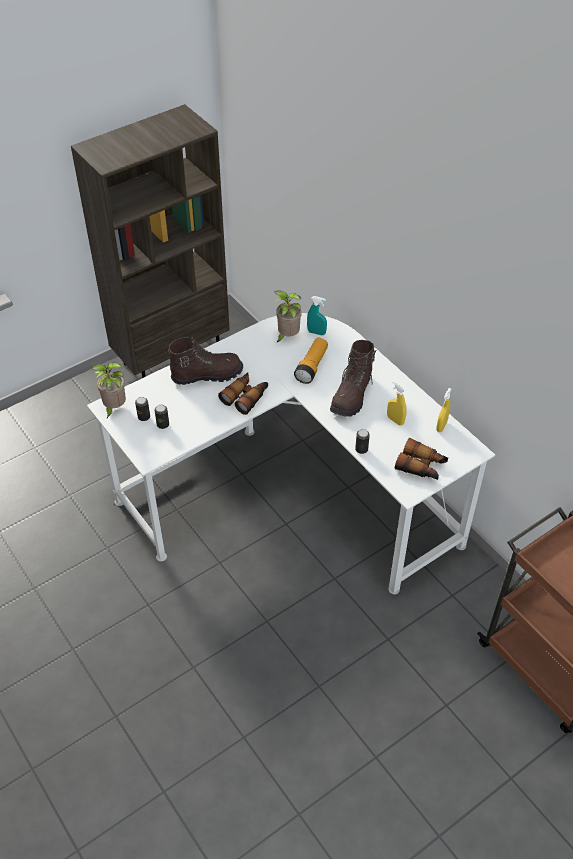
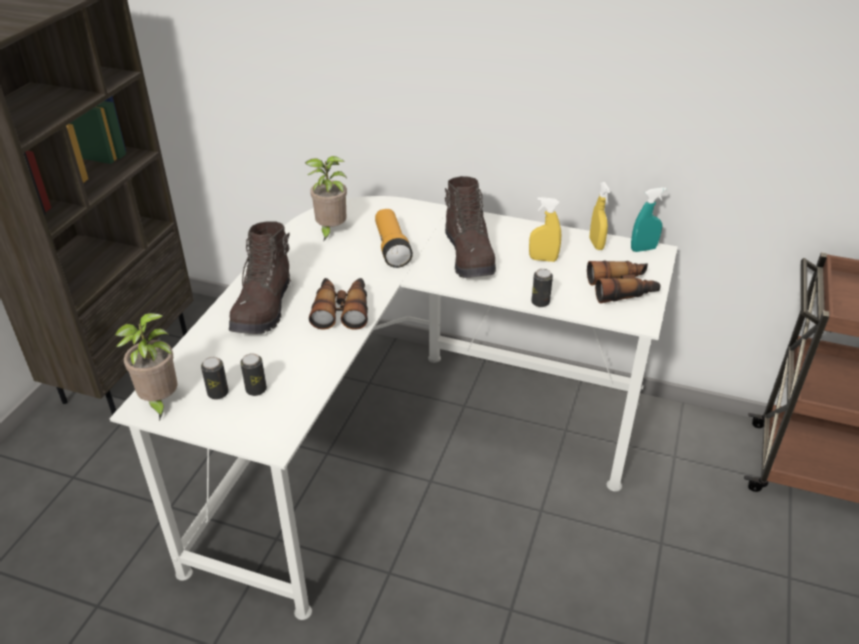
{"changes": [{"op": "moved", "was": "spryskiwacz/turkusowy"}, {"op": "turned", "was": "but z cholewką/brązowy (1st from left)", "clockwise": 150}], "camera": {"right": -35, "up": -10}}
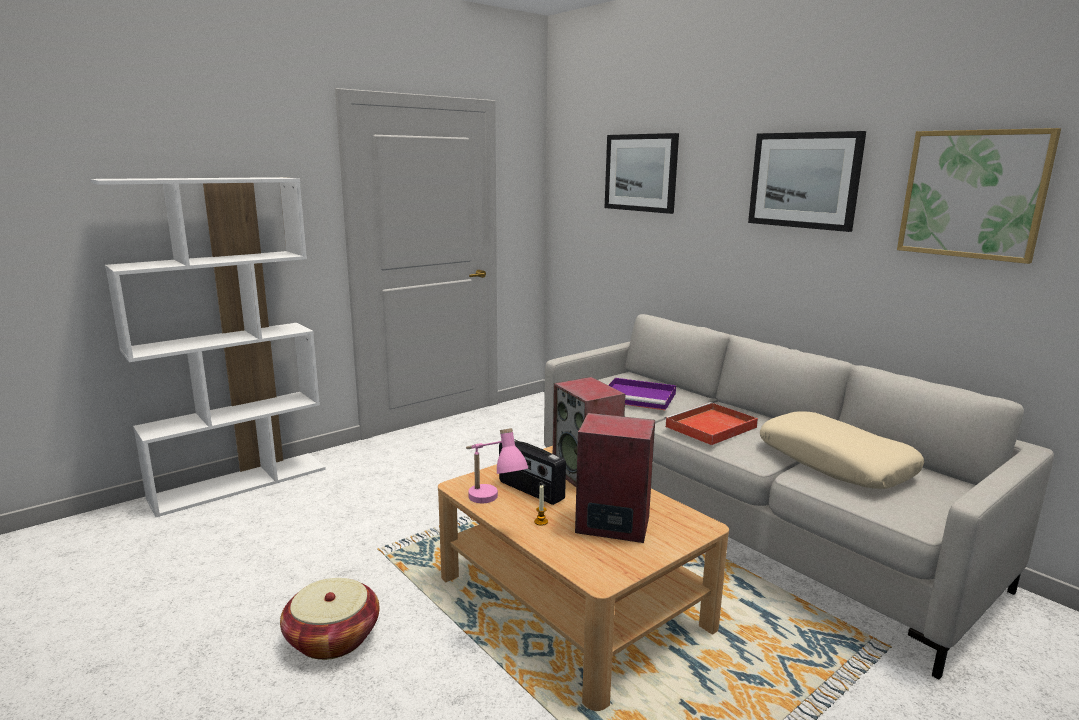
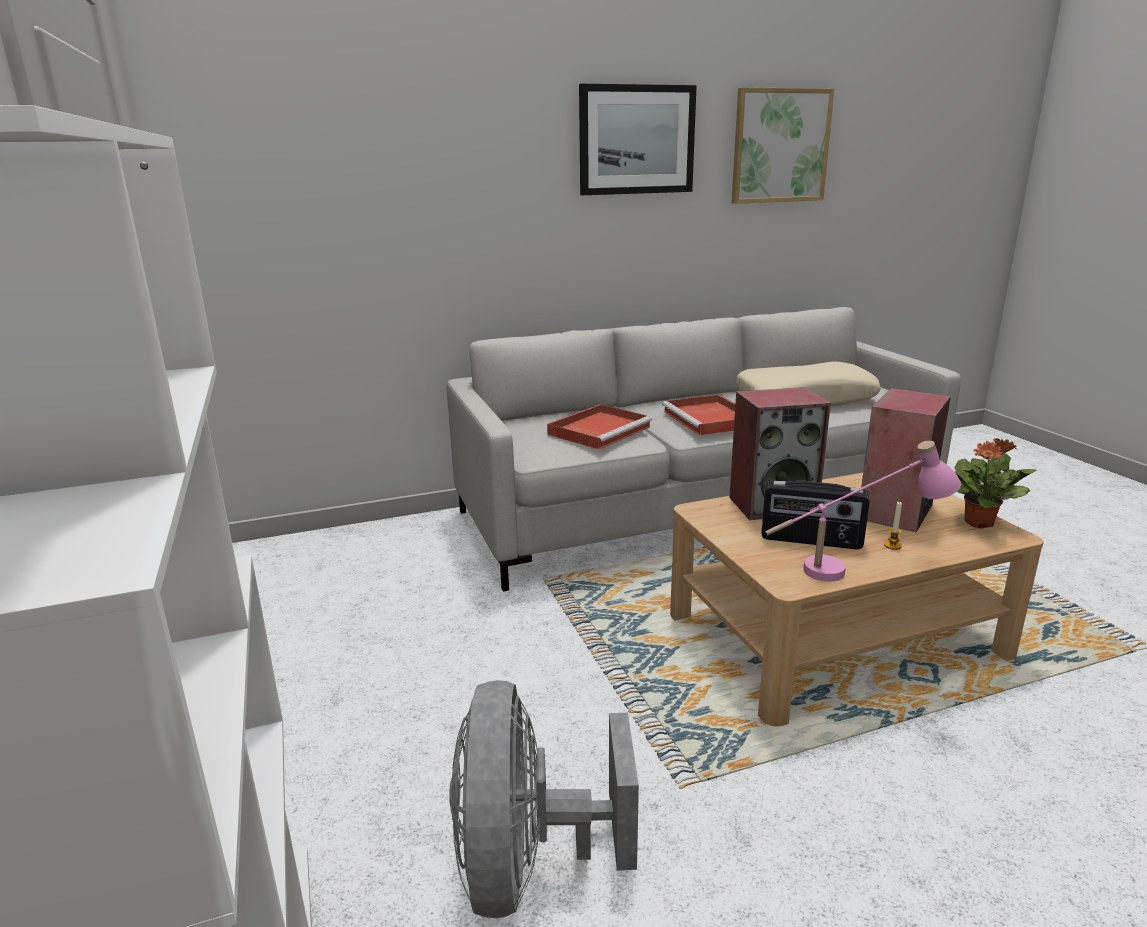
{"changes": [{"op": "removed", "was": "obraz (1st from left)"}, {"op": "recoloured", "was": "taca/fioletowy", "now": "taca/czerwony (1st from left)"}, {"op": "turned", "was": "radio", "clockwise": 45}, {"op": "removed", "was": "koszyk"}, {"op": "added", "now": "roślina doniczkowa"}, {"op": "added", "now": "wentylator/szary"}], "camera": {"right": -70, "up": 5}}
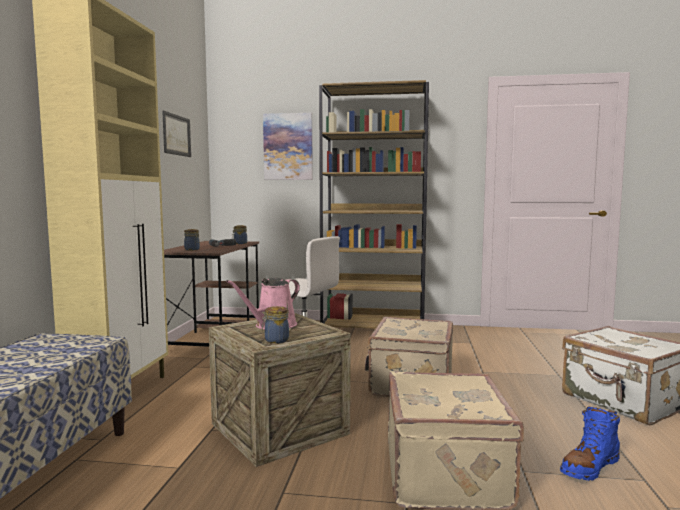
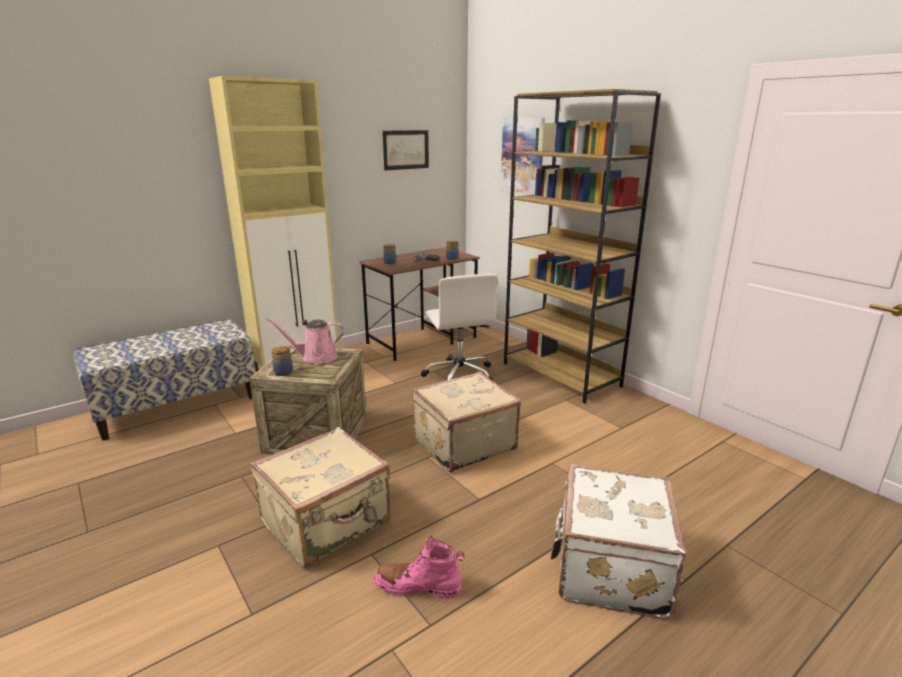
{"changes": [{"op": "recoloured", "was": "but z cholewką/niebieski", "now": "but z cholewką/różowy"}], "camera": {"right": 45, "up": 15}}
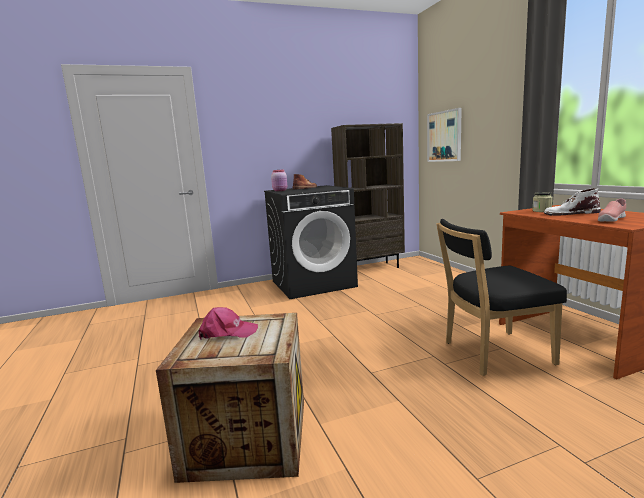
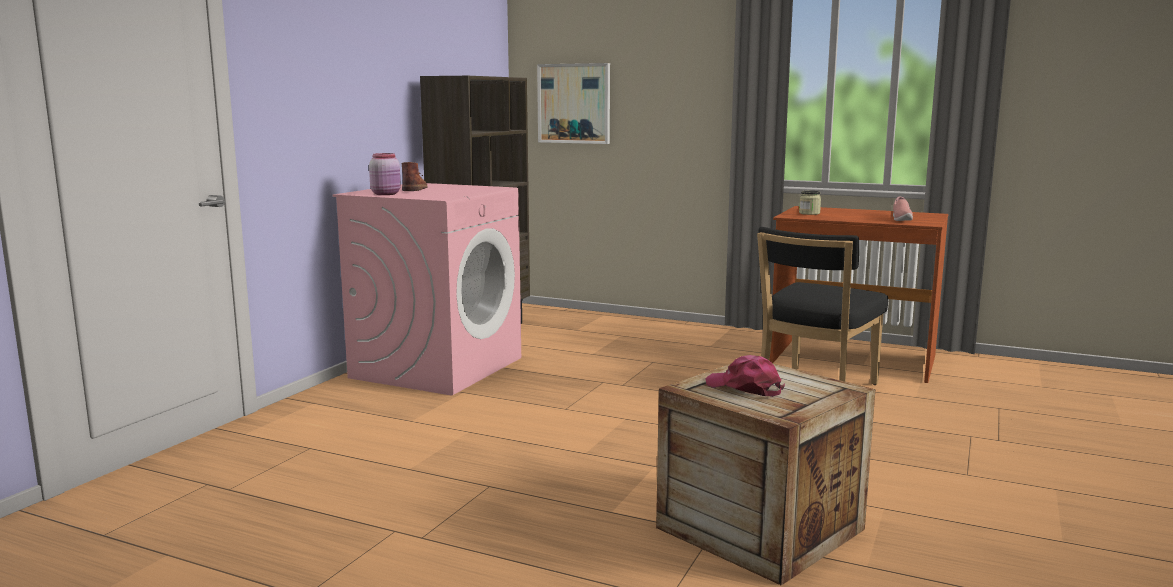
{"changes": [{"op": "recoloured", "was": "pralka/czarny", "now": "pralka/różowy"}, {"op": "removed", "was": "but z cholewką/biały"}, {"op": "turned", "was": "czapka z daszkiem/różowy", "clockwise": -90}], "camera": {"right": -45, "up": 0}}
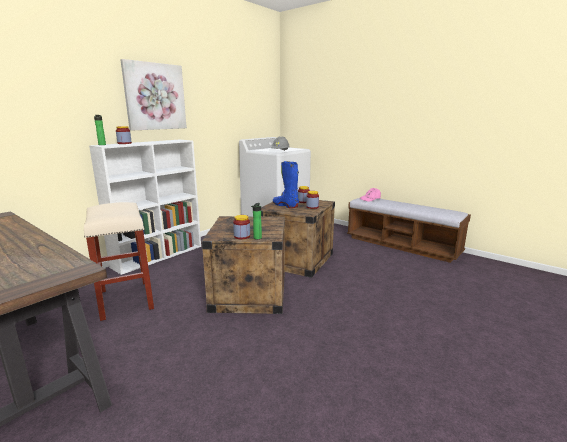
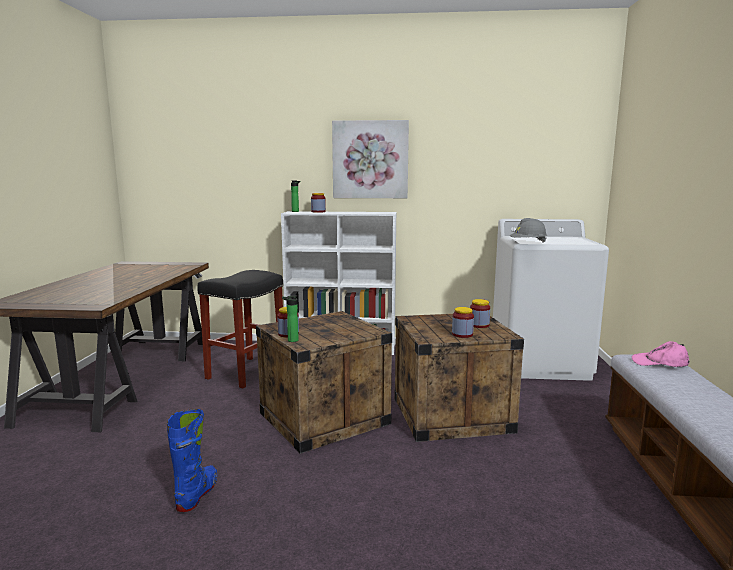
{"changes": [{"op": "moved", "was": "but z cholewką/niebieski"}, {"op": "recoloured", "was": "stołek/beżowy", "now": "stołek/czarny"}], "camera": {"right": 55, "up": -5}}
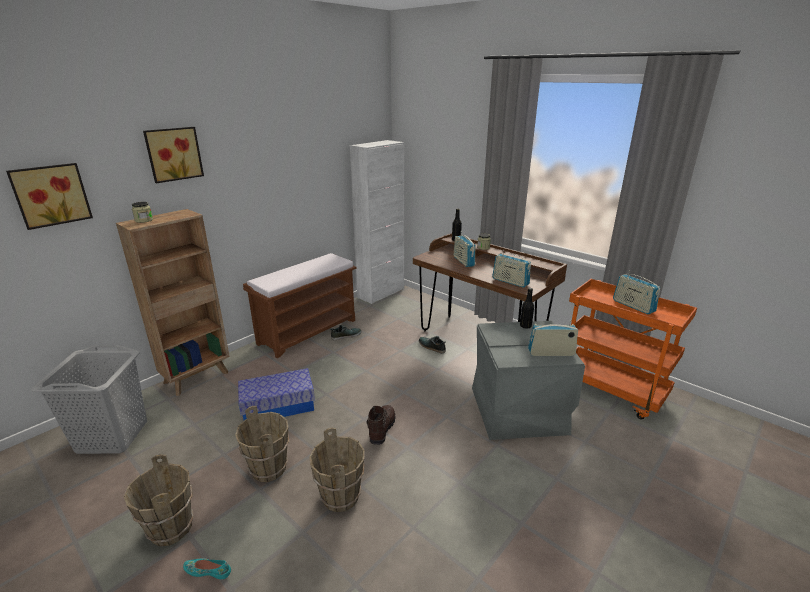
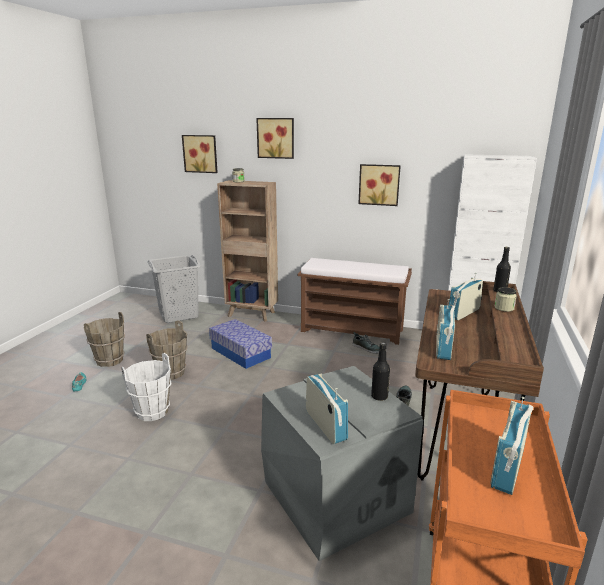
{"changes": [{"op": "removed", "was": "but z cholewką/brązowy"}, {"op": "recoloured", "was": "wiadro/brązowy (3rd from left)", "now": "wiadro/biały"}, {"op": "added", "now": "obraz (3rd from left)"}], "camera": {"right": 65, "up": -5}}
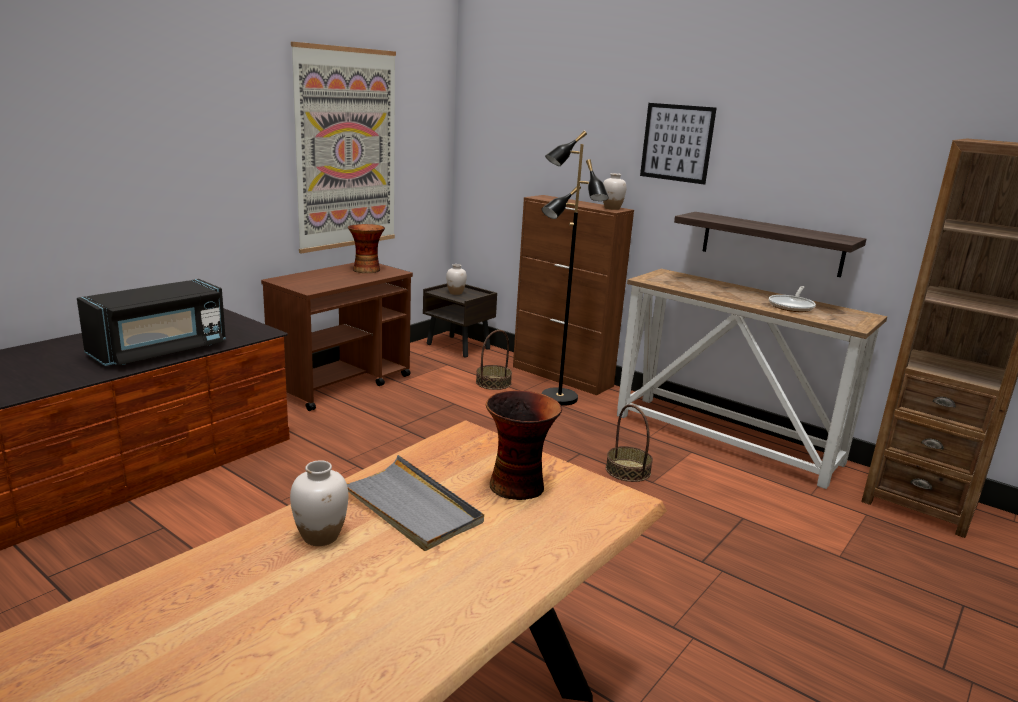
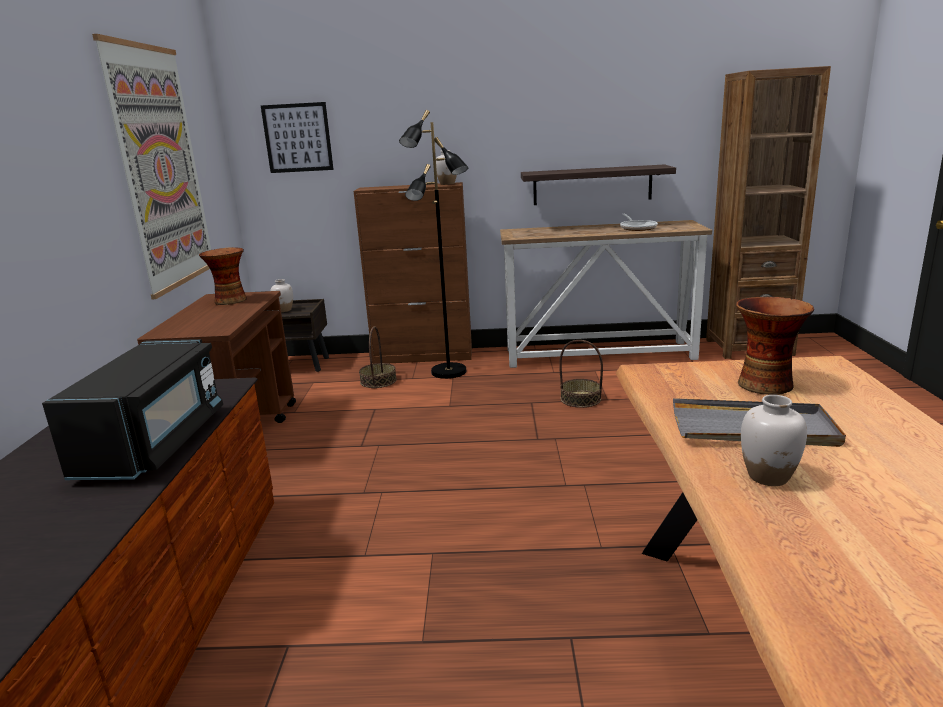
{"changes": [{"op": "moved", "was": "obraz (2nd from left)"}], "camera": {"right": -35, "up": 0}}
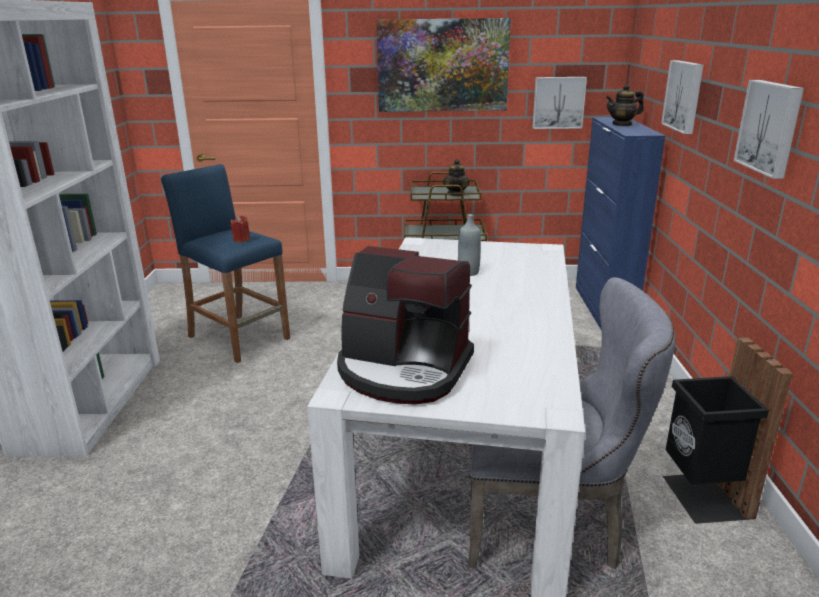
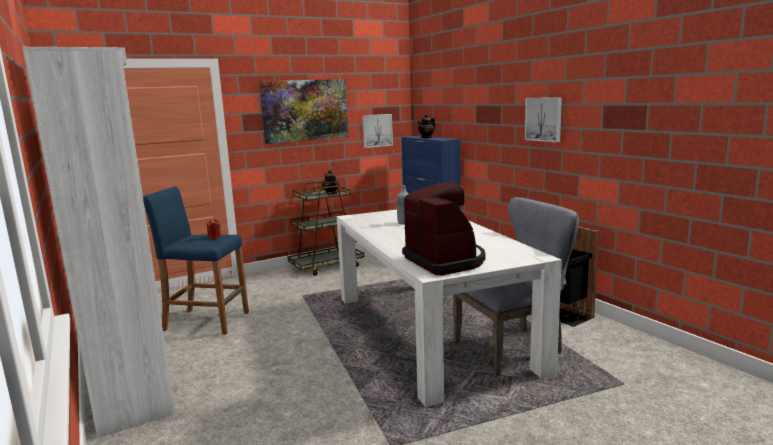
{"changes": [{"op": "removed", "was": "obraz (3rd from left)"}, {"op": "turned", "was": "ekspres do kawy", "clockwise": -105}], "camera": {"right": -30, "up": -10}}
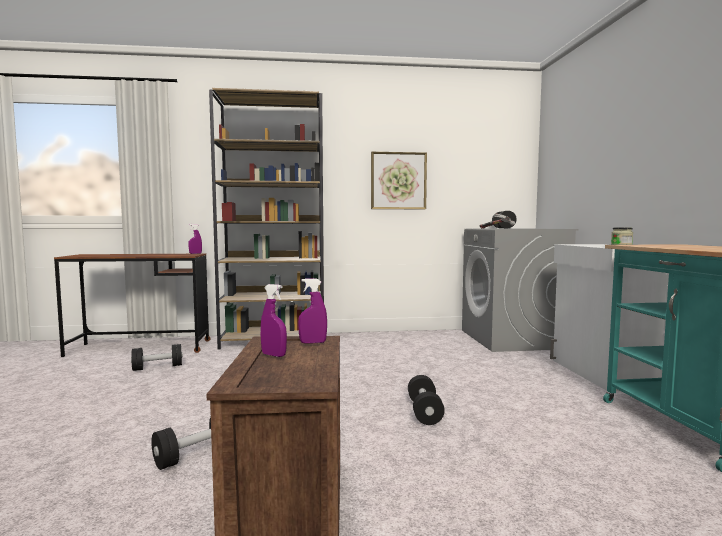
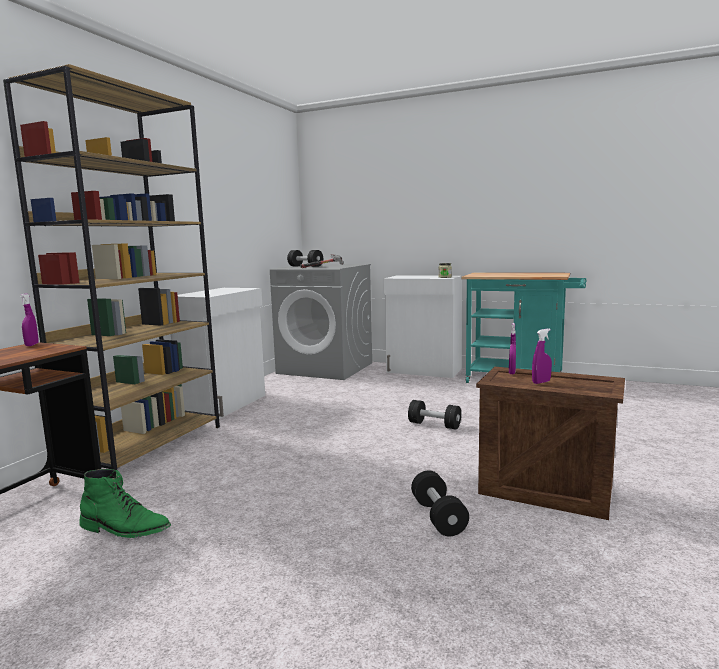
{"changes": [{"op": "removed", "was": "obraz"}, {"op": "replaced", "was": "hantel/czarny (1st from left)", "now": "but z cholewką/zielony"}, {"op": "added", "now": "szafka/biały (1st from left)"}], "camera": {"right": -60, "up": 5}}
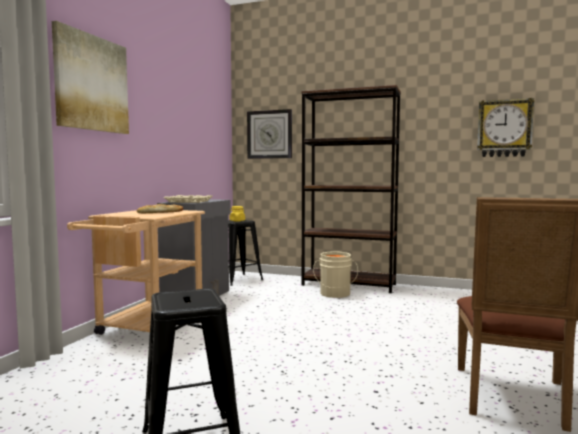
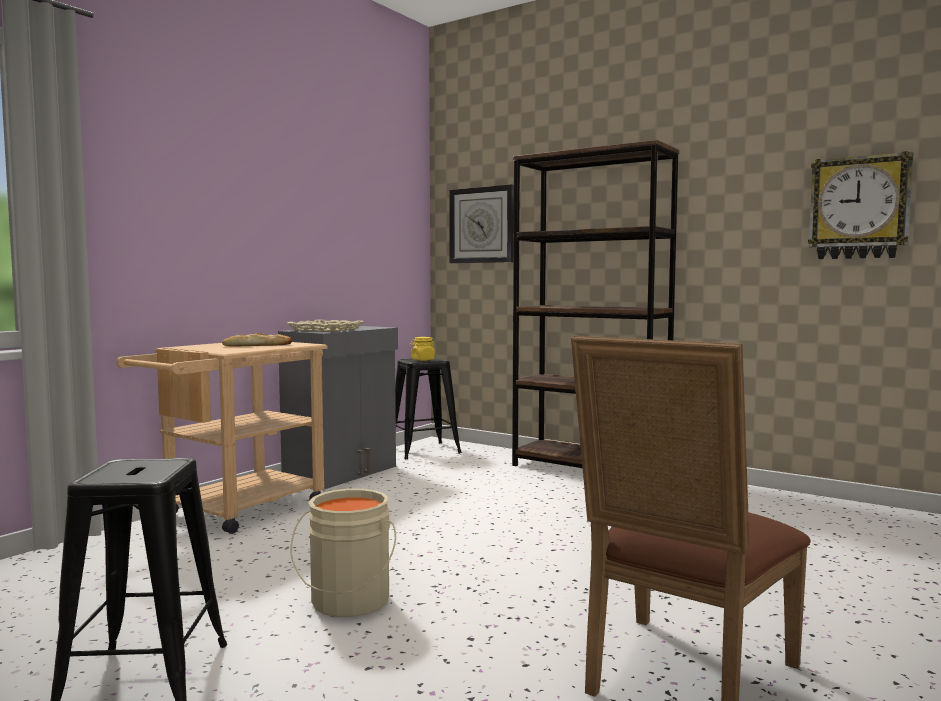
{"changes": [{"op": "removed", "was": "obraz"}, {"op": "moved", "was": "wiadro/beżowy"}], "camera": {"right": 15, "up": 0}}
